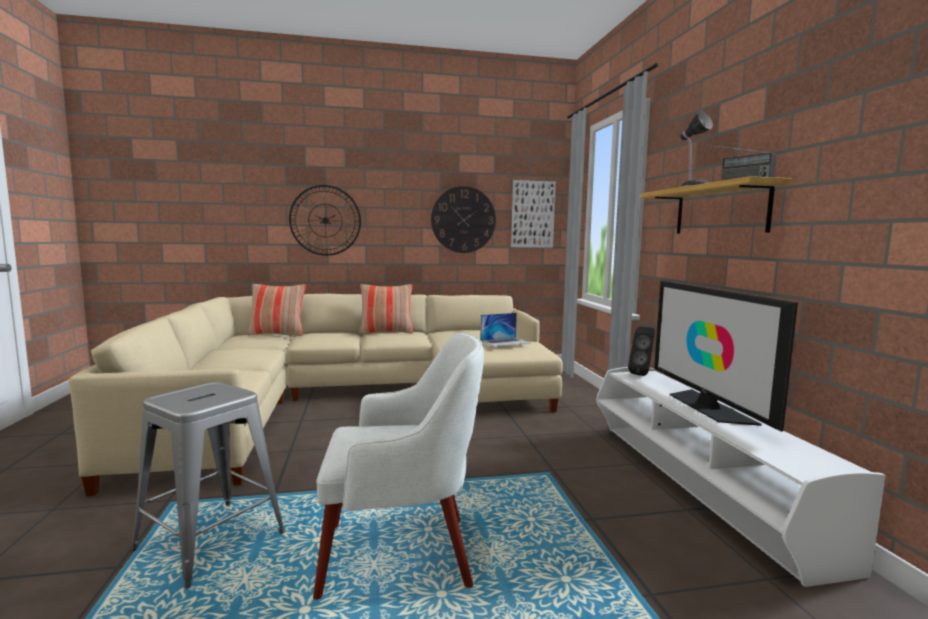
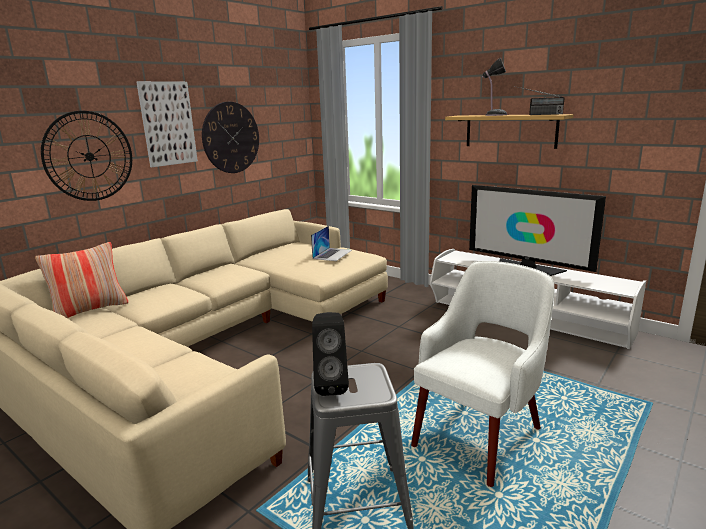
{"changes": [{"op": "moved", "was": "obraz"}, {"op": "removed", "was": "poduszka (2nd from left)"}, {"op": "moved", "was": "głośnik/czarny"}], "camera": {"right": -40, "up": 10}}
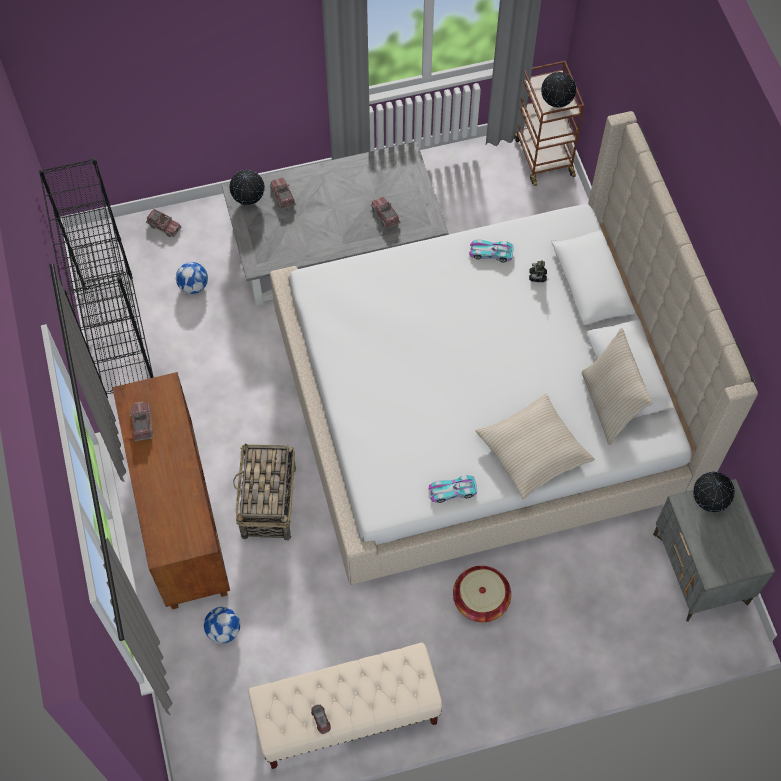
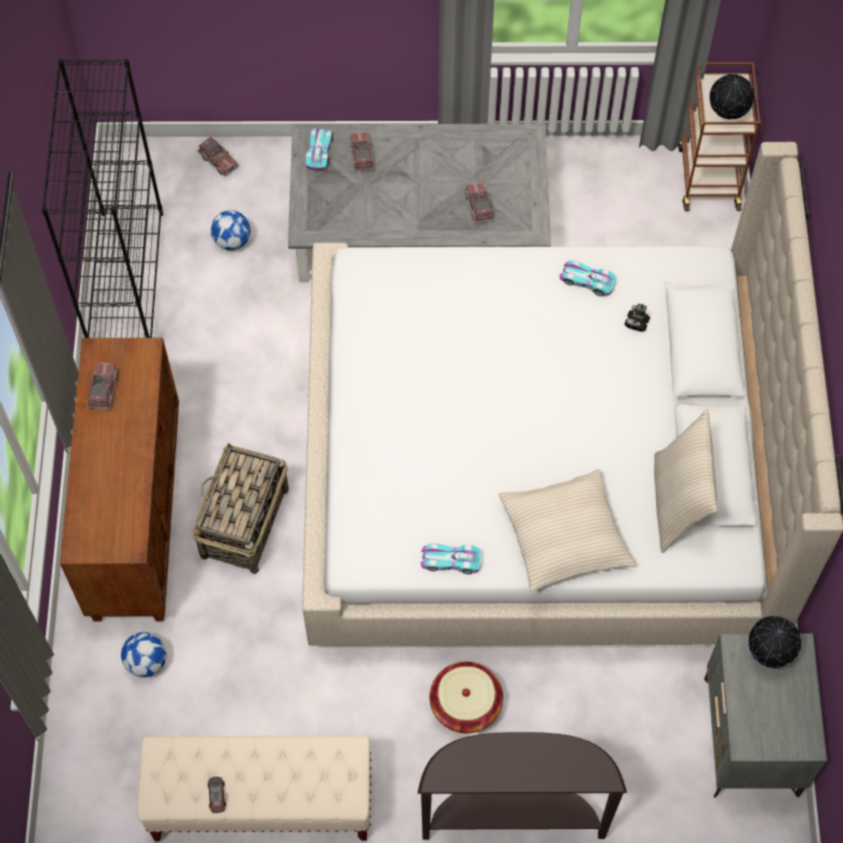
{"changes": [{"op": "replaced", "was": "globus (1st from left)", "now": "samochodzik (2nd from left)"}, {"op": "added", "now": "stolik konsolowy/brązowy"}], "camera": {"right": 15, "up": 0}}
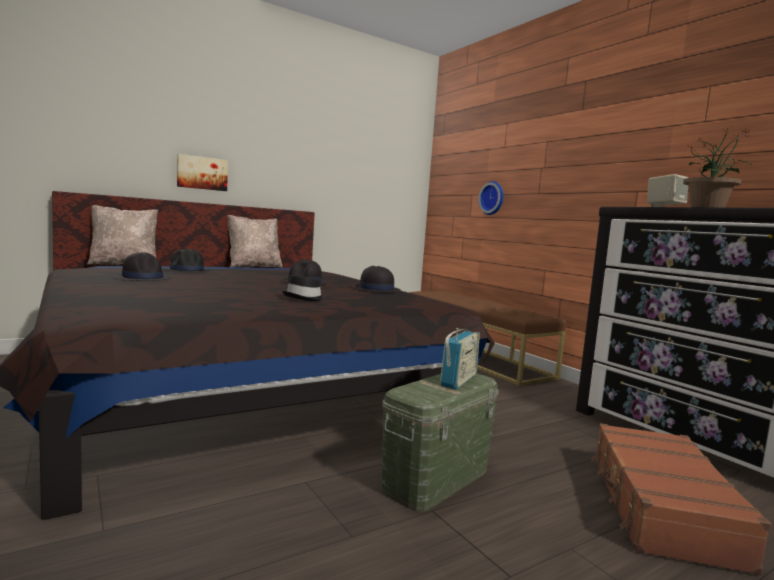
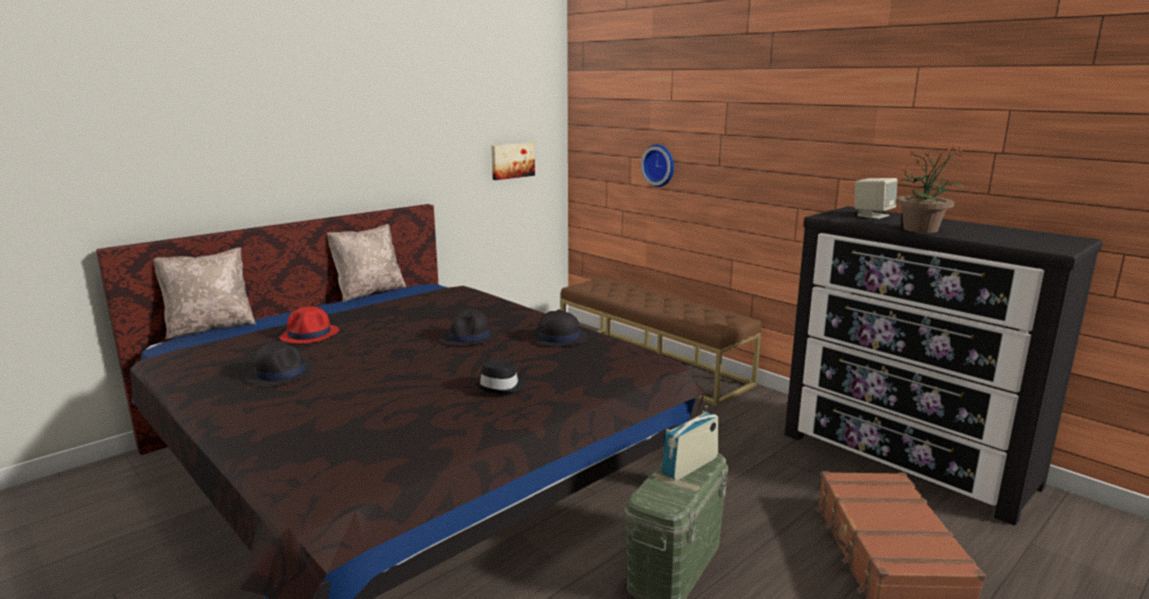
{"changes": [{"op": "moved", "was": "obraz"}, {"op": "recoloured", "was": "kapelusz/czarny (2nd from left)", "now": "kapelusz/czerwony"}, {"op": "turned", "was": "radio", "clockwise": -150}], "camera": {"right": -10, "up": 10}}
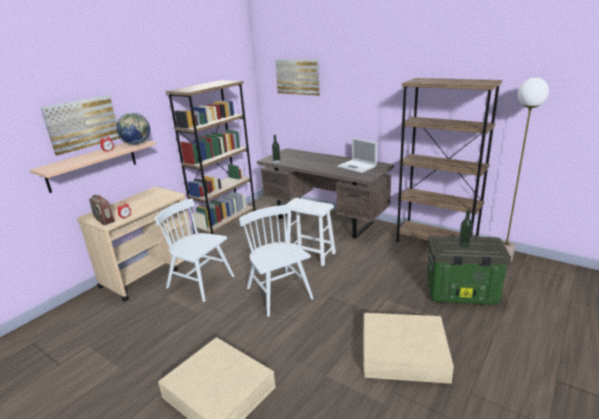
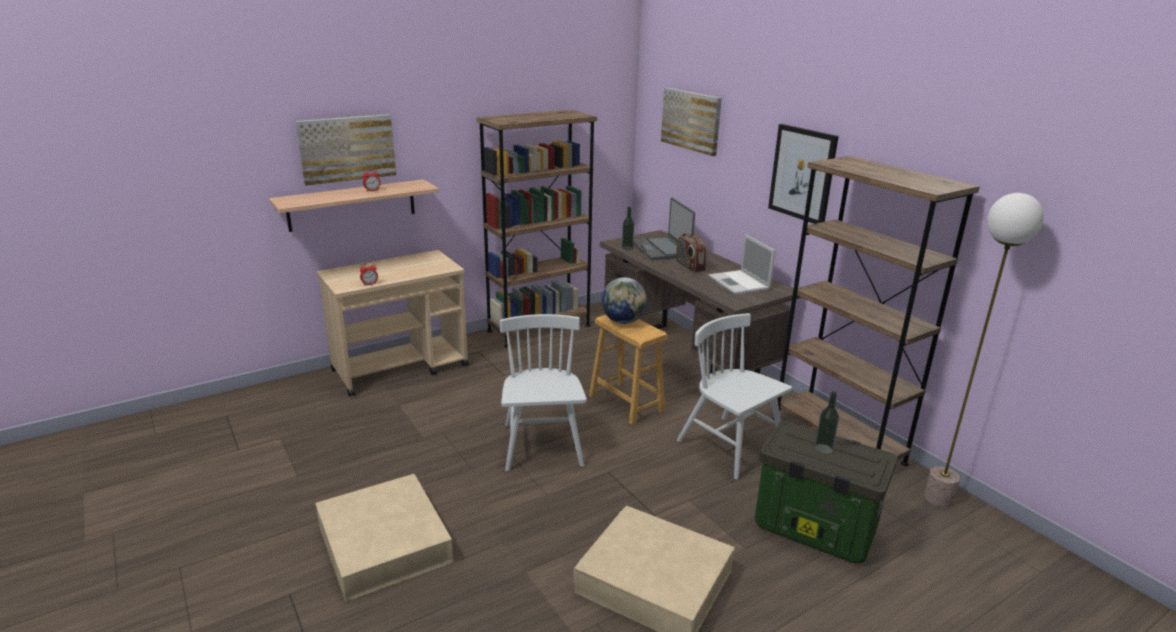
{"changes": [{"op": "moved", "was": "globus"}, {"op": "moved", "was": "radio"}, {"op": "moved", "was": "krzesło/biały (1st from left in the first image)", "now": "krzesło/biały (2nd from left)"}, {"op": "recoloured", "was": "stołek/biały", "now": "stołek/brązowy"}, {"op": "added", "now": "obraz (3rd from left)"}, {"op": "added", "now": "laptop (1st from left)"}], "camera": {"right": 20, "up": 0}}
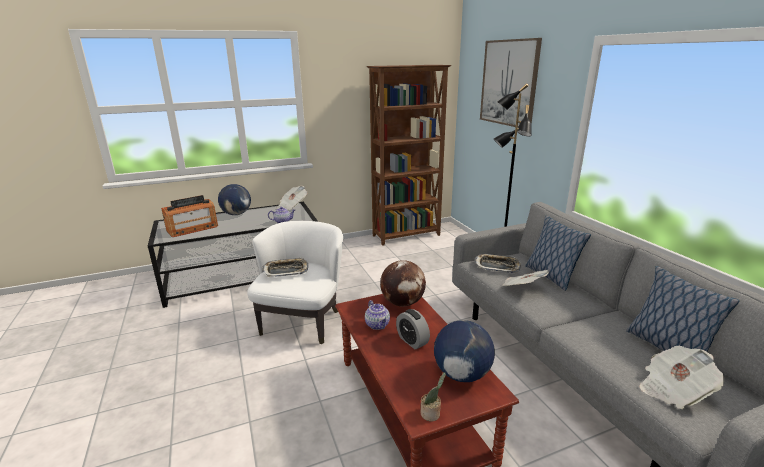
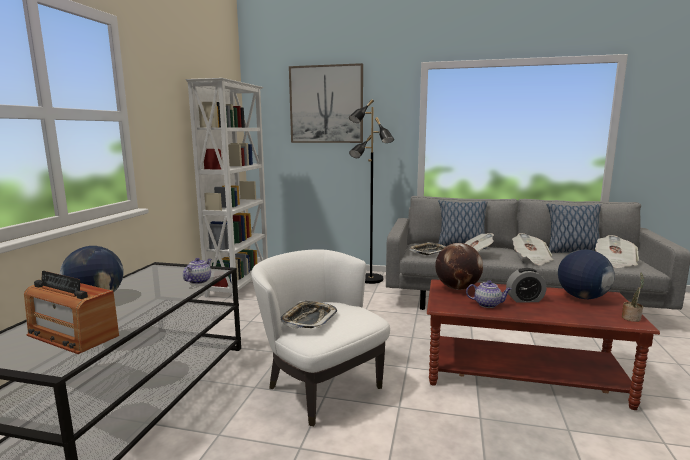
{"changes": [{"op": "recoloured", "was": "regał/brązowy", "now": "regał/biały"}, {"op": "moved", "was": "gazeta (1st from left in the first image)", "now": "gazeta (2nd from left)"}, {"op": "turned", "was": "radio", "clockwise": 120}], "camera": {"right": -55, "up": -10}}
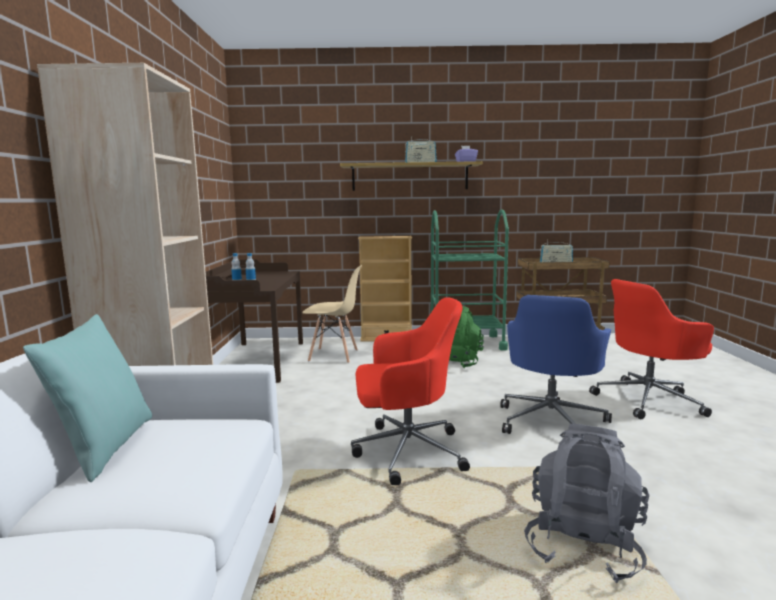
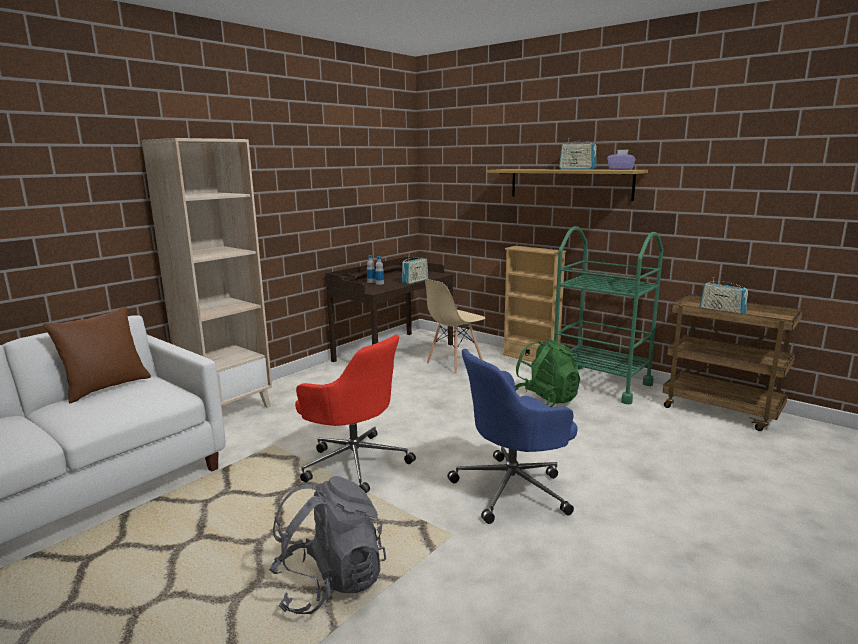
{"changes": [{"op": "turned", "was": "krzesło/beżowy", "clockwise": 90}, {"op": "removed", "was": "krzesło biurowe/czerwony (2nd from left)"}, {"op": "recoloured", "was": "poduszka/turkusowy", "now": "poduszka/brązowy"}, {"op": "added", "now": "radio (1st from left)"}], "camera": {"right": 40, "up": 5}}
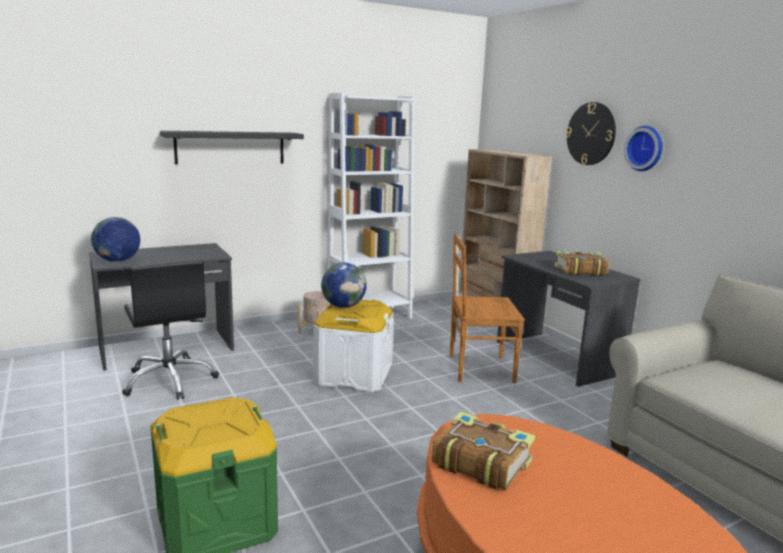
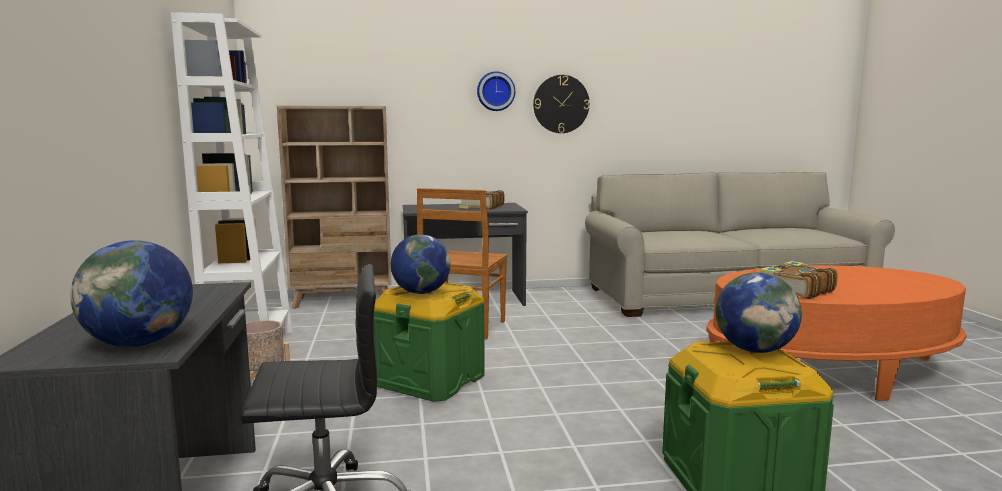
{"changes": [{"op": "moved", "was": "zegar ścienny (1st from left in the first image)", "now": "zegar ścienny (2nd from left)"}, {"op": "removed", "was": "półka/czarny"}, {"op": "recoloured", "was": "pojemnik do przechowywania/biały", "now": "pojemnik do przechowywania/zielony (1st from left)"}, {"op": "added", "now": "globus (3rd from left)"}], "camera": {"right": -70, "up": -5}}
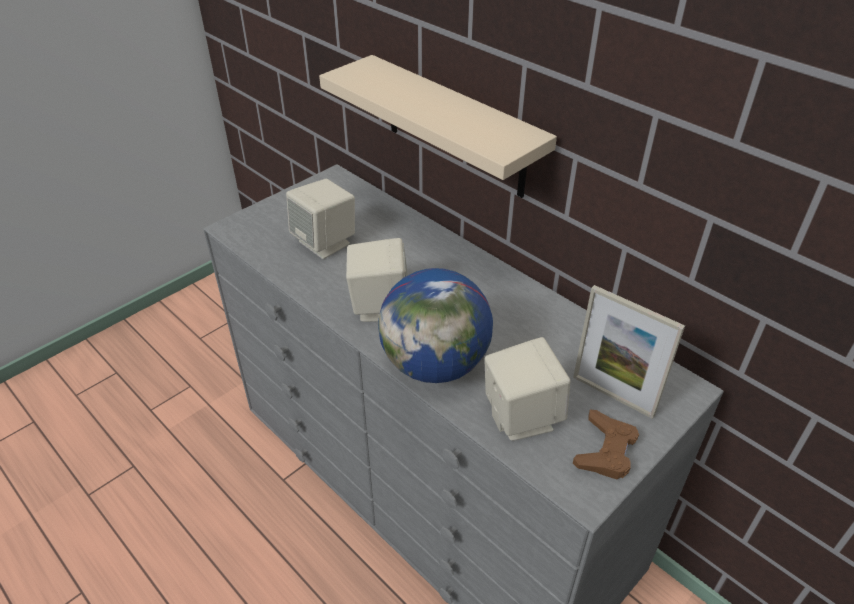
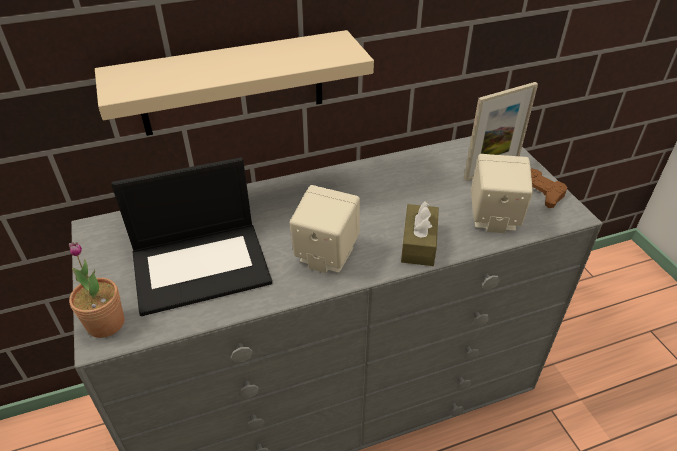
{"changes": [{"op": "replaced", "was": "głośnik/beżowy (1st from left)", "now": "laptop"}, {"op": "replaced", "was": "globus", "now": "pudełko chusteczek/brązowy"}, {"op": "added", "now": "roślina doniczkowa"}], "camera": {"right": -65, "up": 0}}
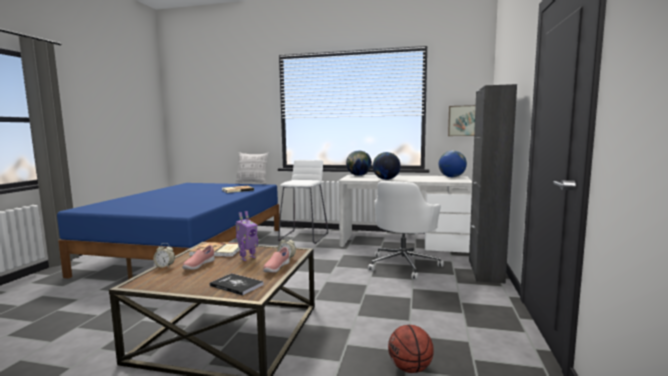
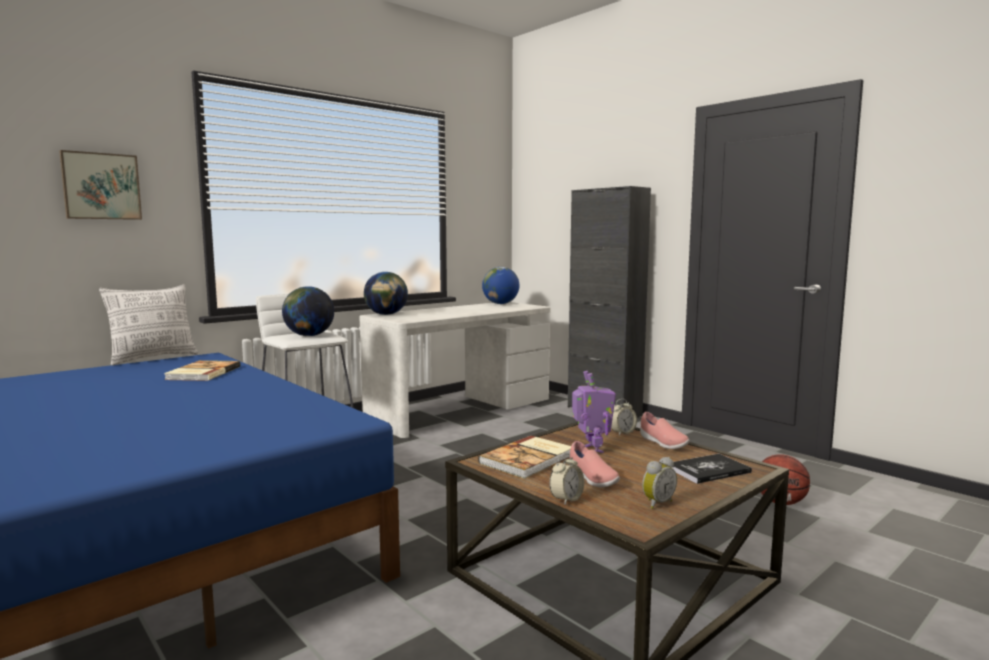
{"changes": [{"op": "moved", "was": "obraz"}, {"op": "moved", "was": "globus (2nd from left in the first image)", "now": "globus (1st from left)"}, {"op": "removed", "was": "krzesło biurowe/biały"}, {"op": "added", "now": "budzik (3rd from left)"}], "camera": {"right": -55, "up": 0}}
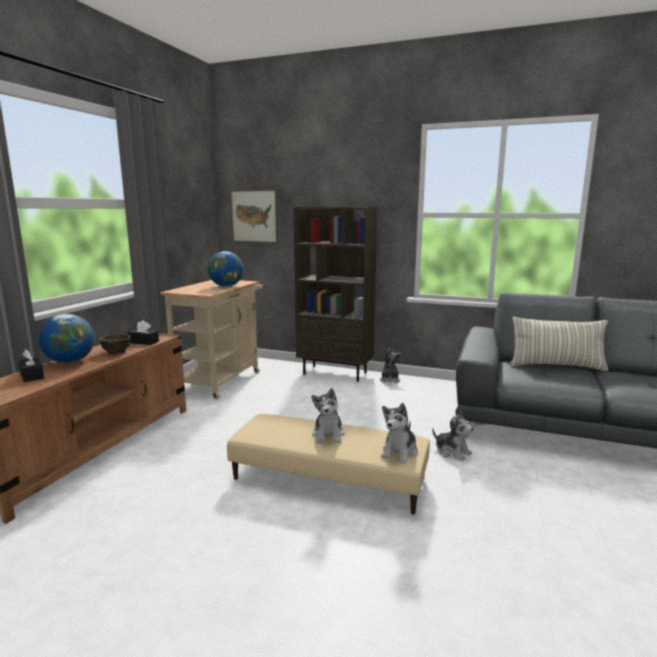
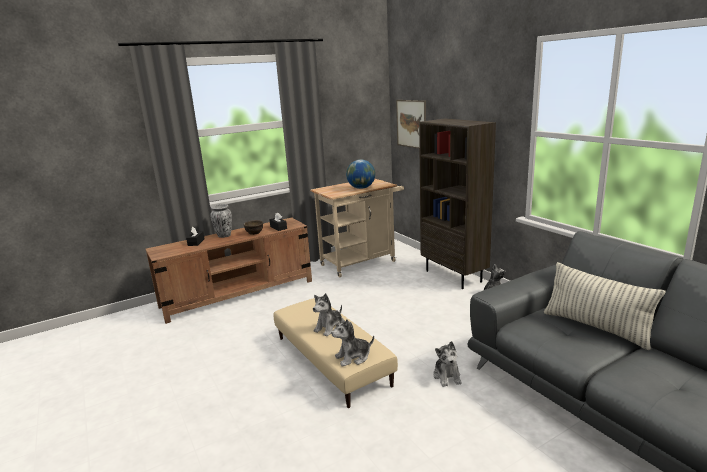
{"changes": [{"op": "replaced", "was": "globus (1st from left)", "now": "wazon"}], "camera": {"right": 40, "up": 5}}
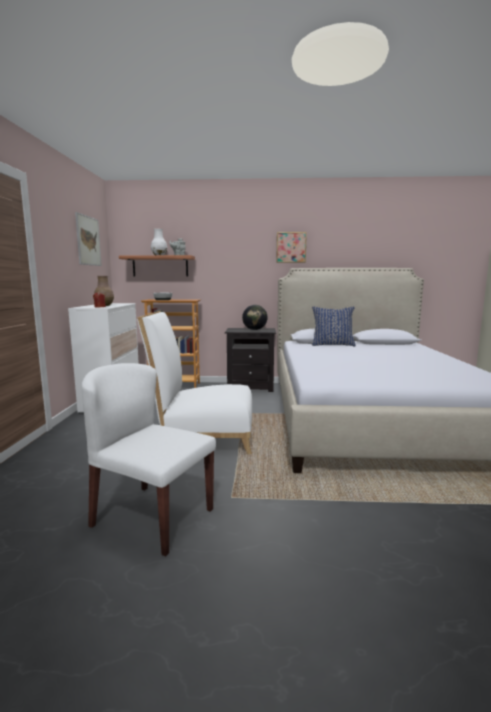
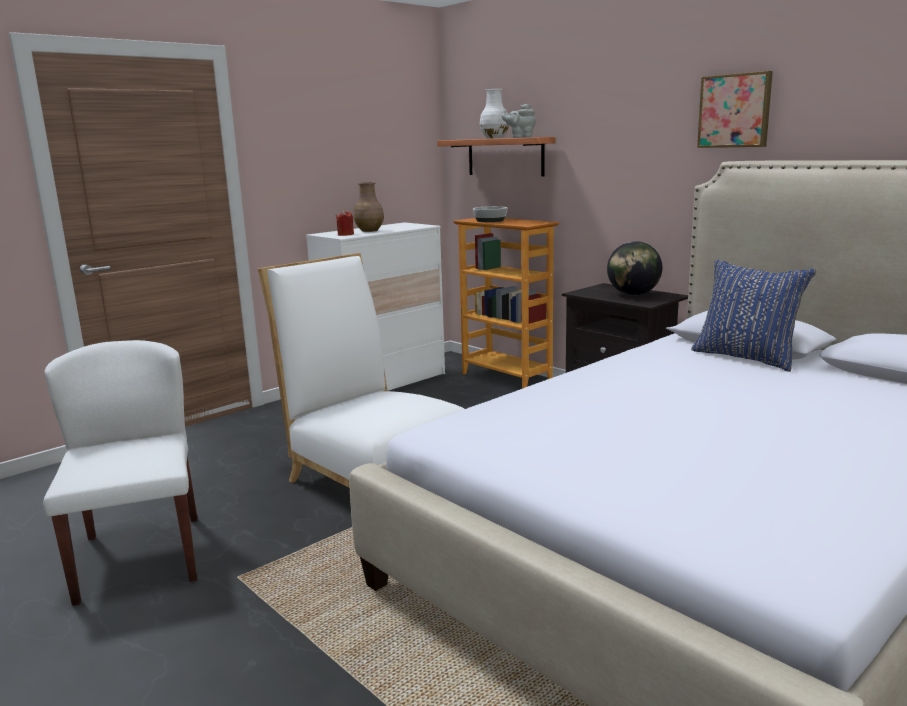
{"changes": [{"op": "removed", "was": "obraz (1st from left)"}], "camera": {"right": 45, "up": 5}}
